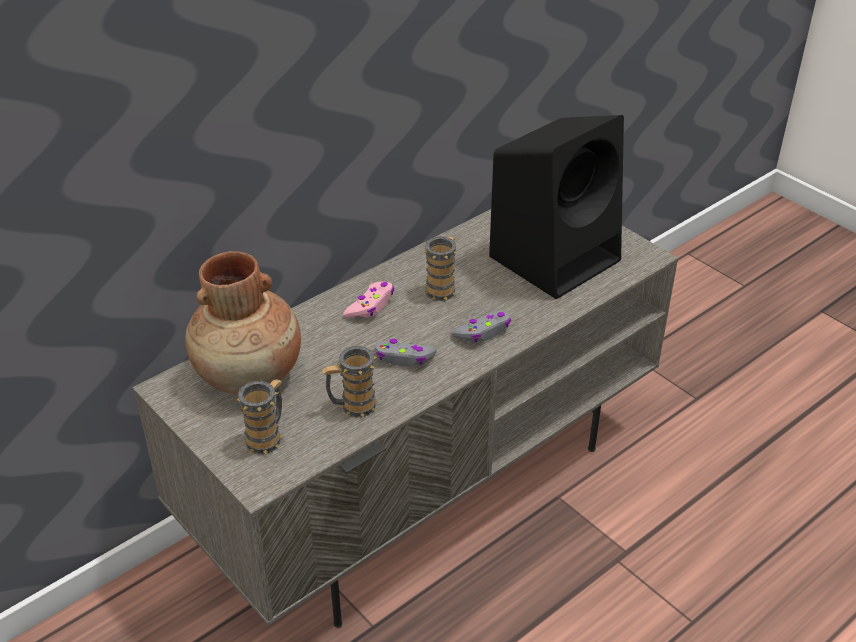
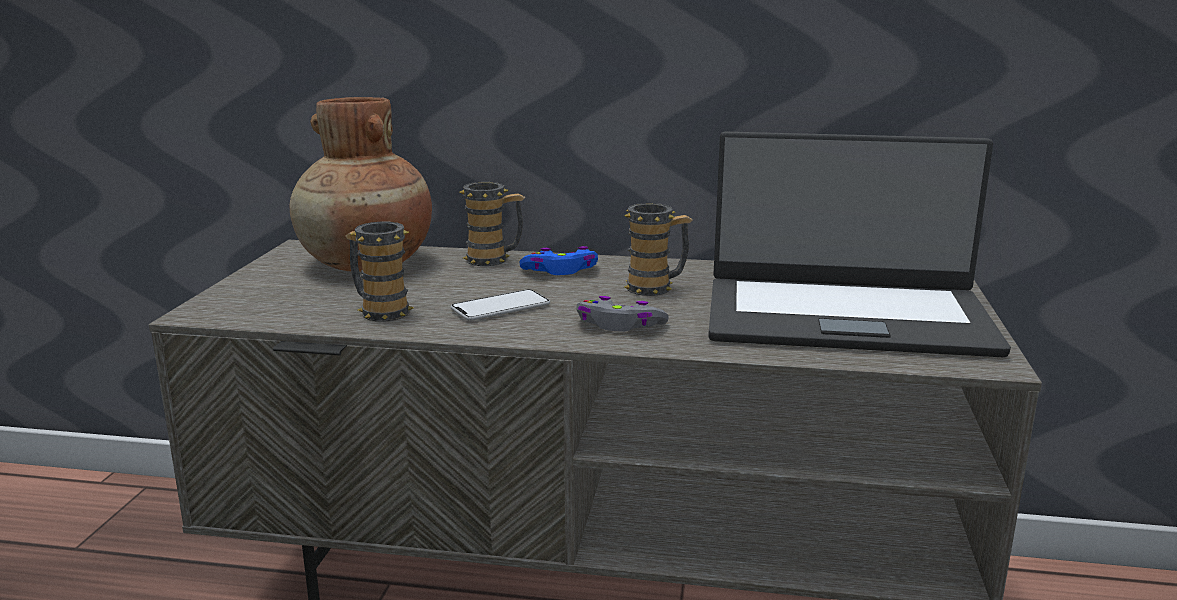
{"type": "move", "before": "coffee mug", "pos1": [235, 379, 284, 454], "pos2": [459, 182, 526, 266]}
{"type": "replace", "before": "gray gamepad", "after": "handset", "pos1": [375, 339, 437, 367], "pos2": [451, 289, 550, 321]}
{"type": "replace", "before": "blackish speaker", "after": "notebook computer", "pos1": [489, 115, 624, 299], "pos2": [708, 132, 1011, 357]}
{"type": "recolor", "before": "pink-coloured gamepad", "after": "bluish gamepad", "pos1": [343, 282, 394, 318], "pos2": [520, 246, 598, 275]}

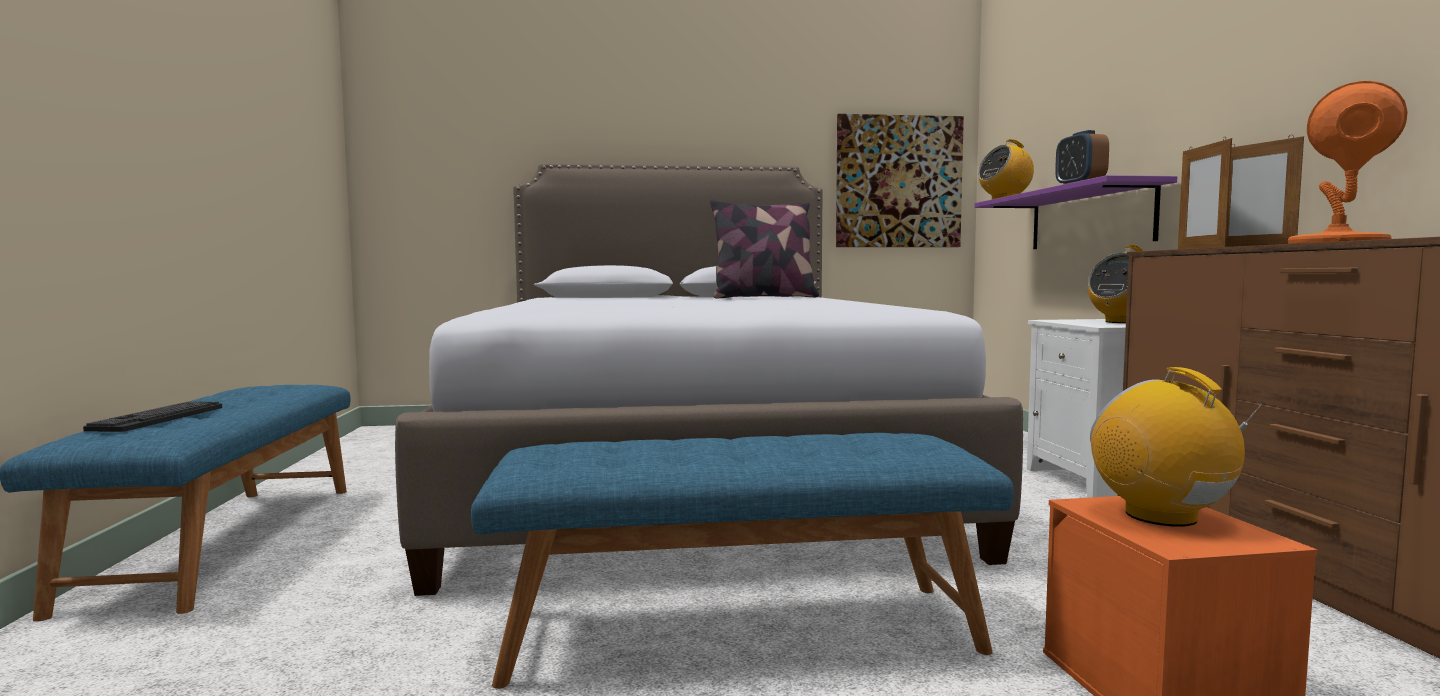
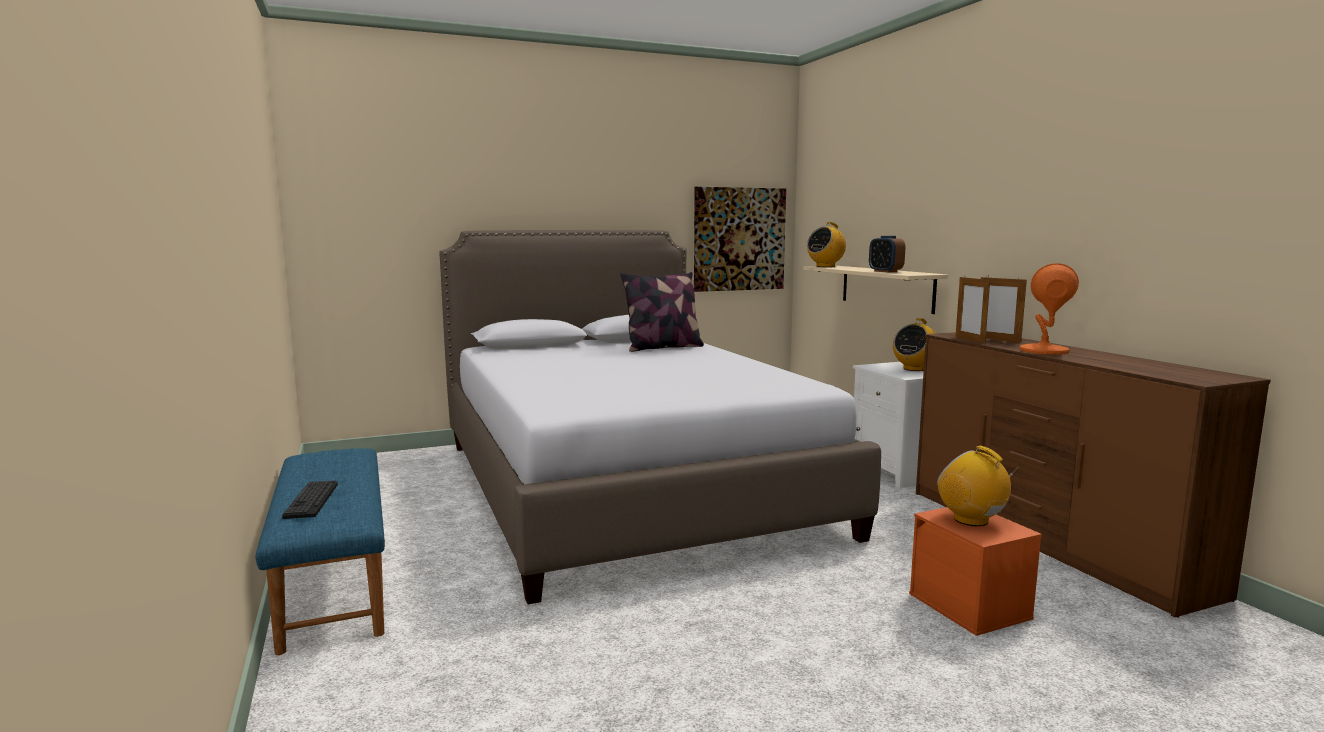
{"type": "delete", "before": "bluish bench", "pos1": [471, 433, 1014, 689]}
{"type": "recolor", "before": "purple bracket shelf", "after": "beige-coloured bracket shelf", "pos1": [975, 175, 1177, 249], "pos2": [803, 266, 948, 314]}

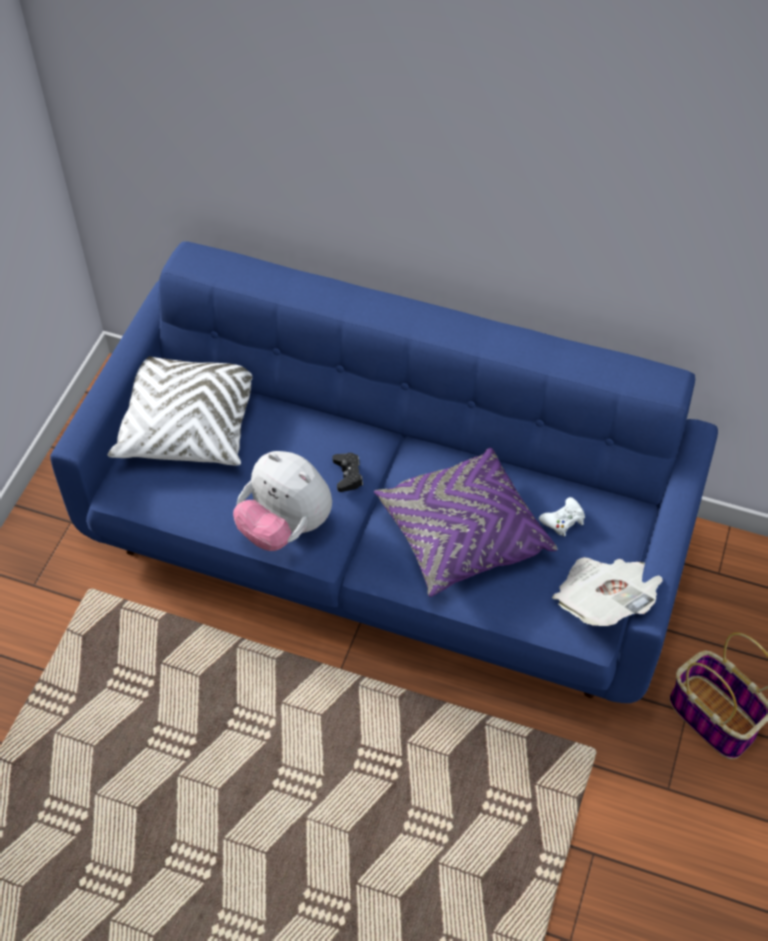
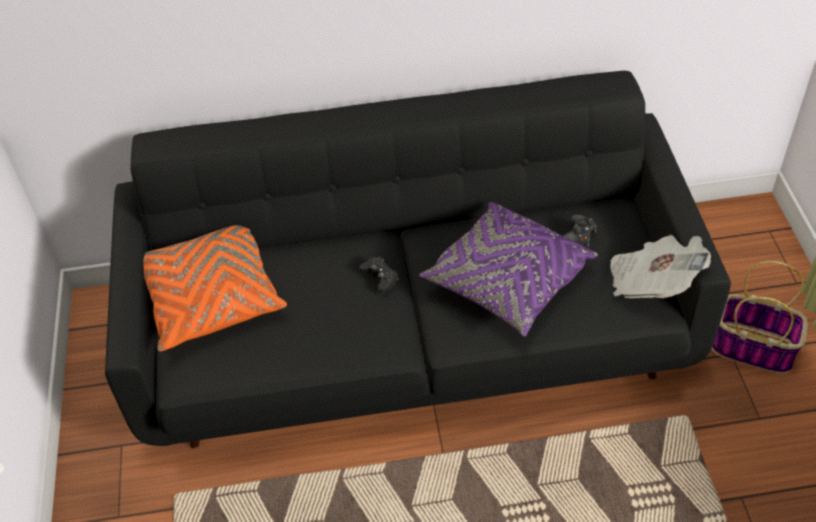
{"type": "delete", "before": "plush toy", "pos1": [233, 451, 332, 551]}
{"type": "recolor", "before": "bluish couch", "after": "blackish couch", "pos1": [50, 242, 718, 703], "pos2": [105, 71, 731, 448]}
{"type": "recolor", "before": "white pillow", "after": "orange pillow", "pos1": [108, 356, 252, 466], "pos2": [143, 225, 287, 352]}
{"type": "recolor", "before": "white gamepad", "after": "blackish gamepad", "pos1": [539, 497, 585, 537], "pos2": [563, 214, 597, 247]}

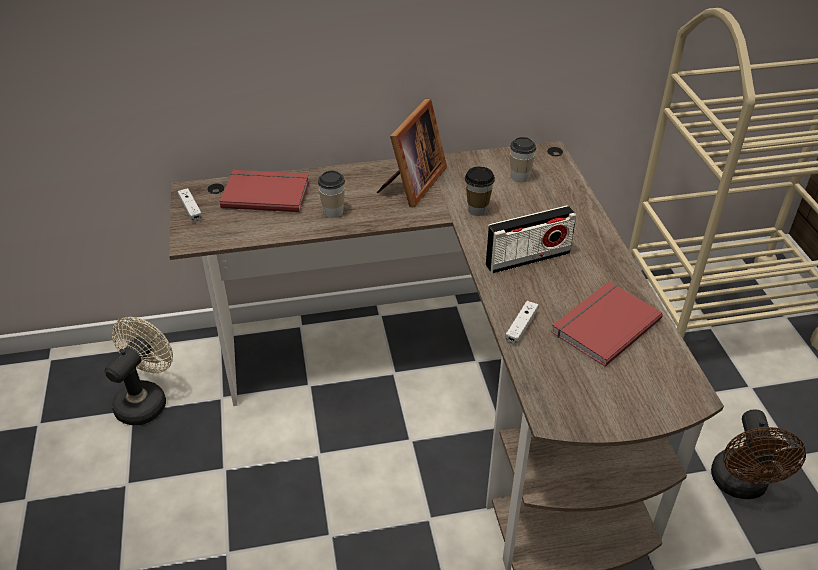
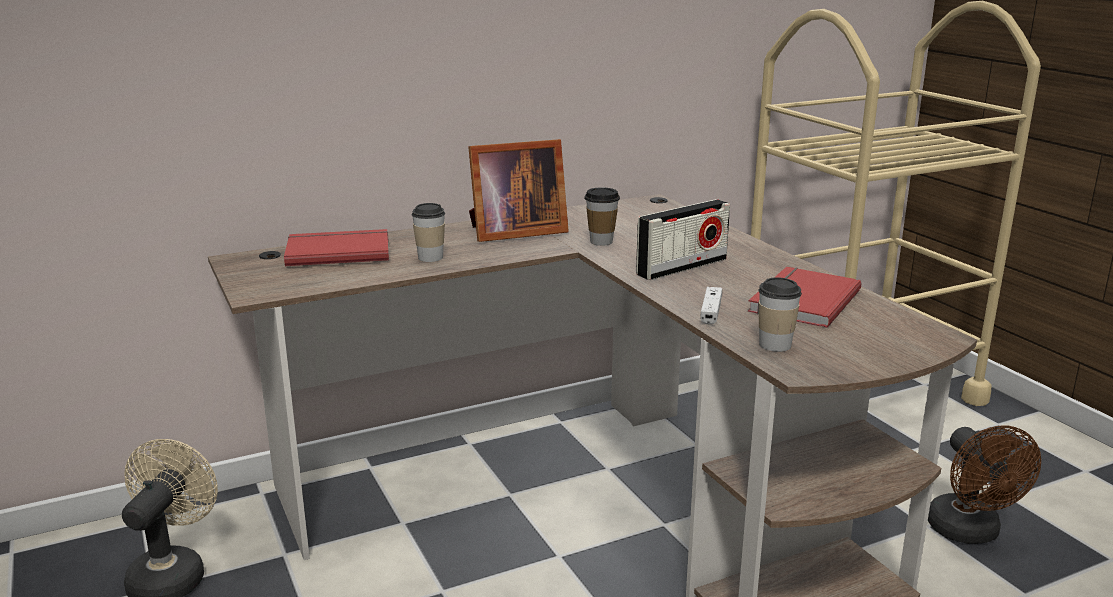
{"type": "delete", "before": "white gamepad", "pos1": [178, 188, 202, 222]}
{"type": "move", "before": "drinking cup", "pos1": [510, 137, 536, 182], "pos2": [759, 277, 802, 352]}
{"type": "rotate", "before": "photo frame", "pos1": [377, 99, 447, 207], "pos2": [468, 139, 569, 242], "turn": 60}

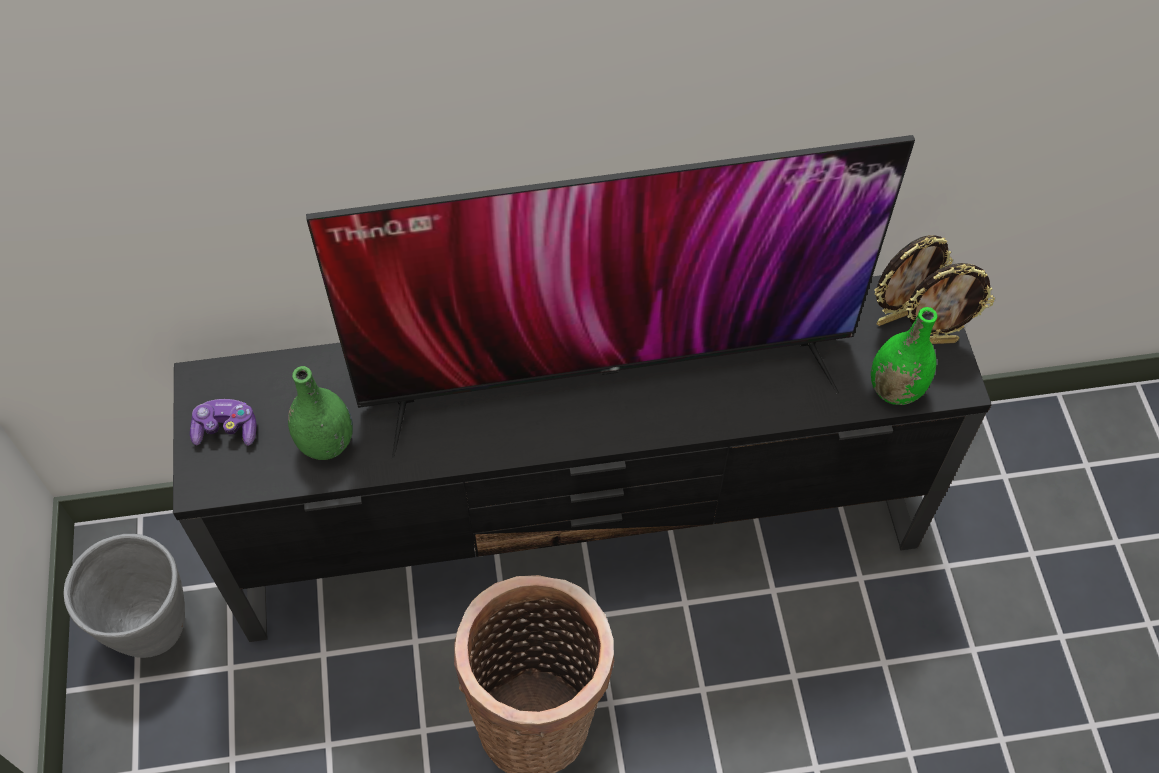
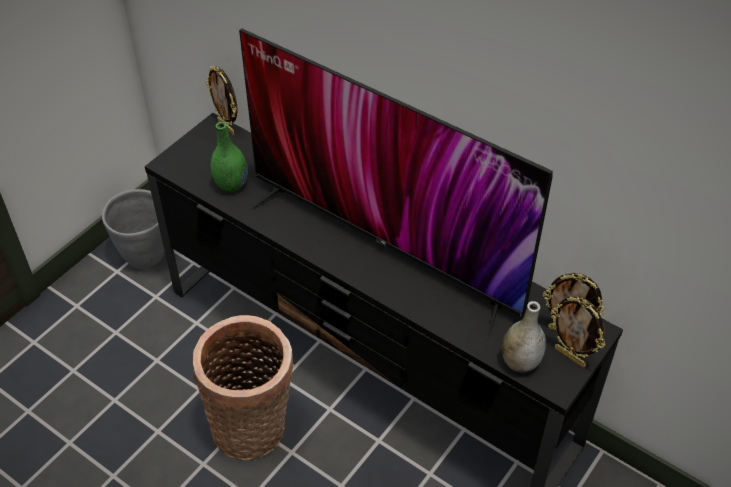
{"type": "delete", "before": "gamepad", "pos1": [190, 399, 257, 446]}
{"type": "insert", "after": "photo frame", "pos2": [206, 66, 238, 135]}
{"type": "recolor", "before": "green flower vase", "after": "gray flower vase", "pos1": [871, 307, 937, 405], "pos2": [502, 301, 546, 372]}

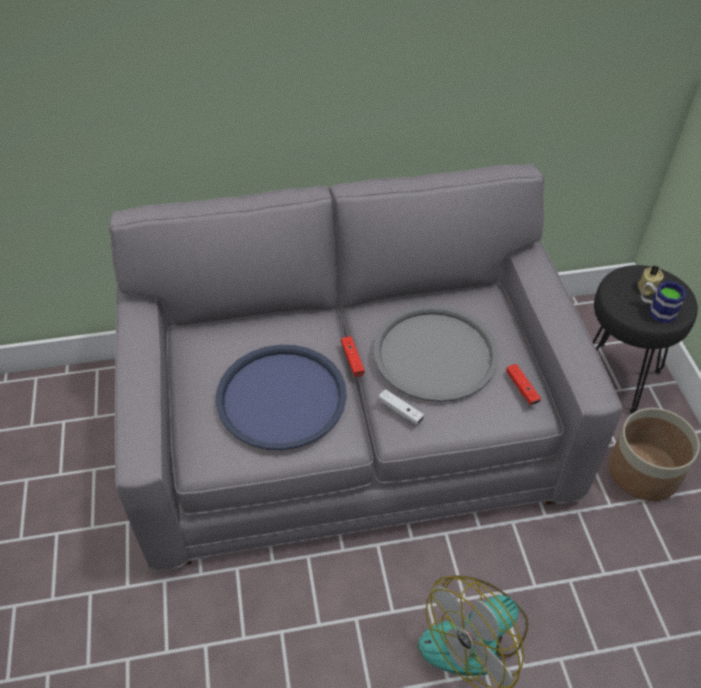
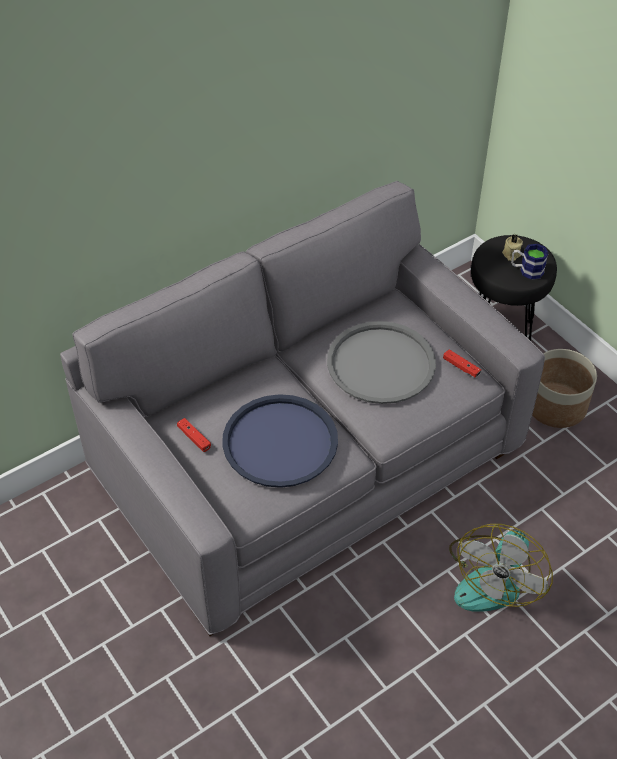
{"type": "delete", "before": "white gamepad", "pos1": [379, 389, 424, 425]}
{"type": "move", "before": "red gamepad", "pos1": [341, 336, 365, 377], "pos2": [177, 418, 211, 452]}

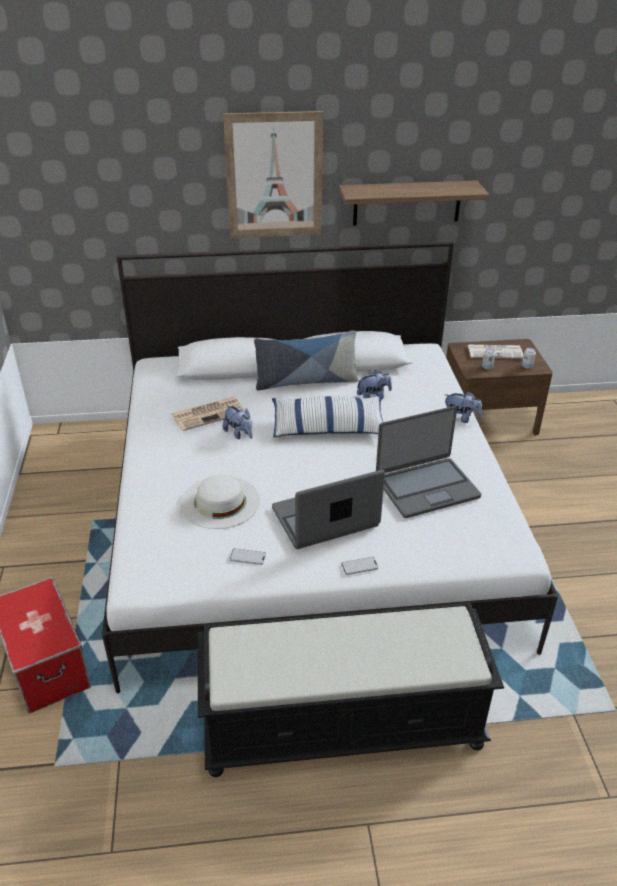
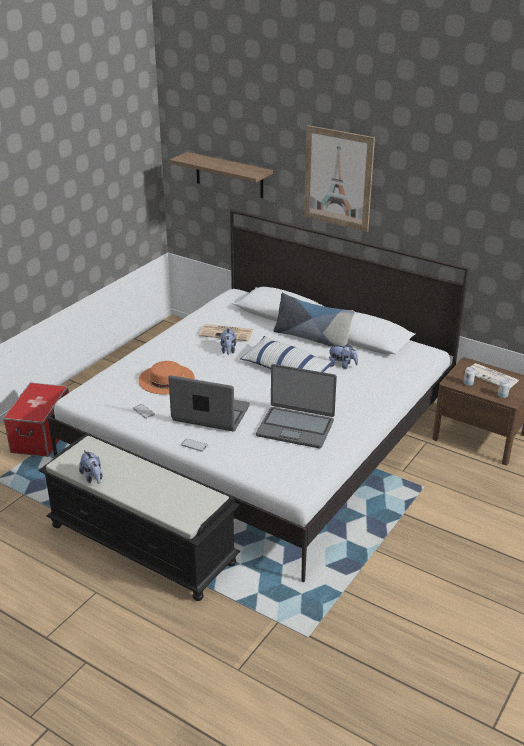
{"type": "move", "before": "bracket shelf", "pos1": [339, 180, 489, 226], "pos2": [169, 152, 273, 198]}
{"type": "move", "before": "plush toy", "pos1": [444, 391, 482, 423], "pos2": [79, 450, 103, 484]}
{"type": "recolor", "before": "white hat", "after": "orange hat", "pos1": [180, 475, 260, 529], "pos2": [138, 361, 195, 394]}

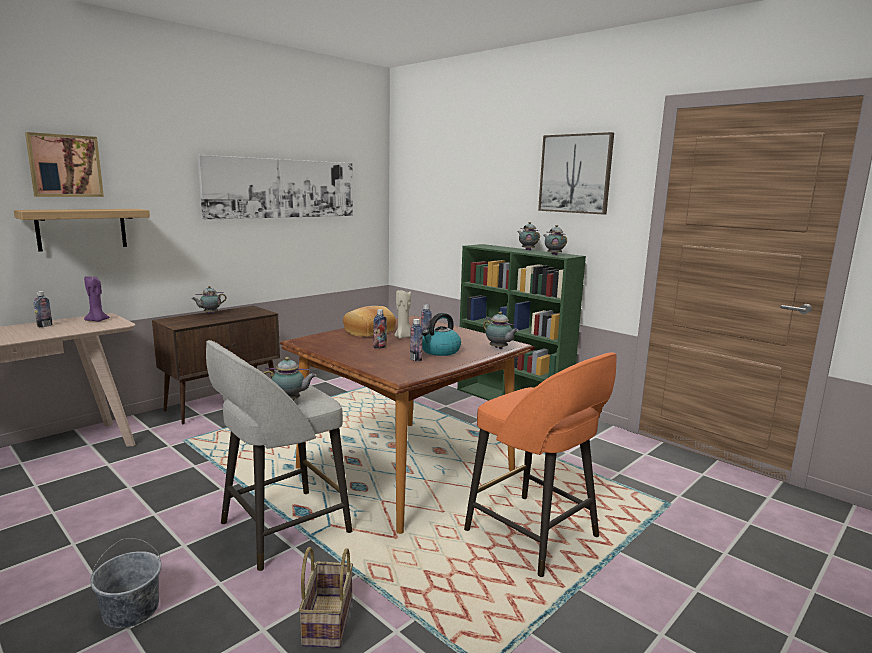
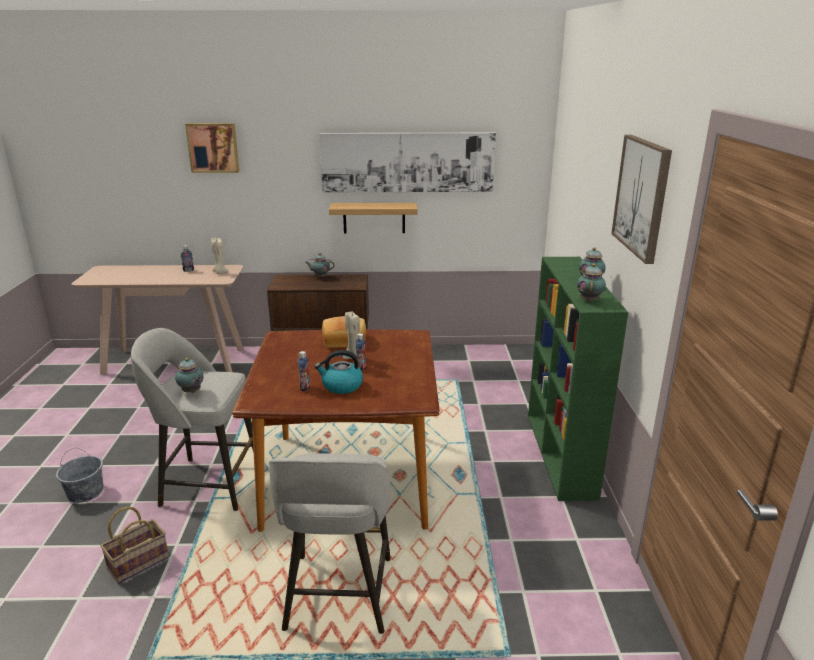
{"type": "delete", "before": "drink bottle", "pos1": [374, 309, 387, 349]}
{"type": "delete", "before": "pot for tea", "pos1": [483, 311, 519, 349]}
{"type": "move", "before": "bracket shelf", "pos1": [14, 209, 150, 252], "pos2": [329, 203, 417, 234]}
{"type": "recolor", "before": "purple wax light", "after": "beige-coloured wax light", "pos1": [84, 276, 110, 322], "pos2": [211, 238, 229, 274]}
{"type": "recolor", "before": "orange sitting stool", "after": "gray sitting stool", "pos1": [464, 352, 617, 577], "pos2": [269, 453, 391, 634]}

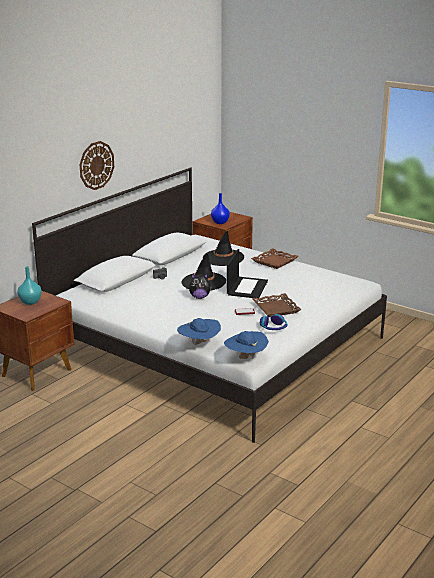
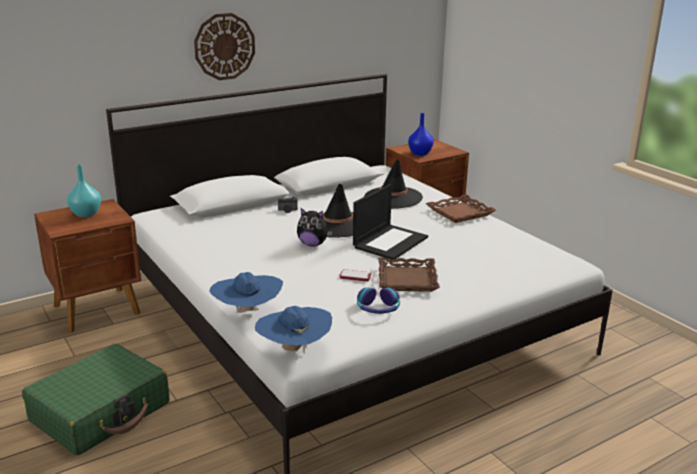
{"type": "insert", "after": "green travel case", "pos2": [22, 344, 169, 456]}

